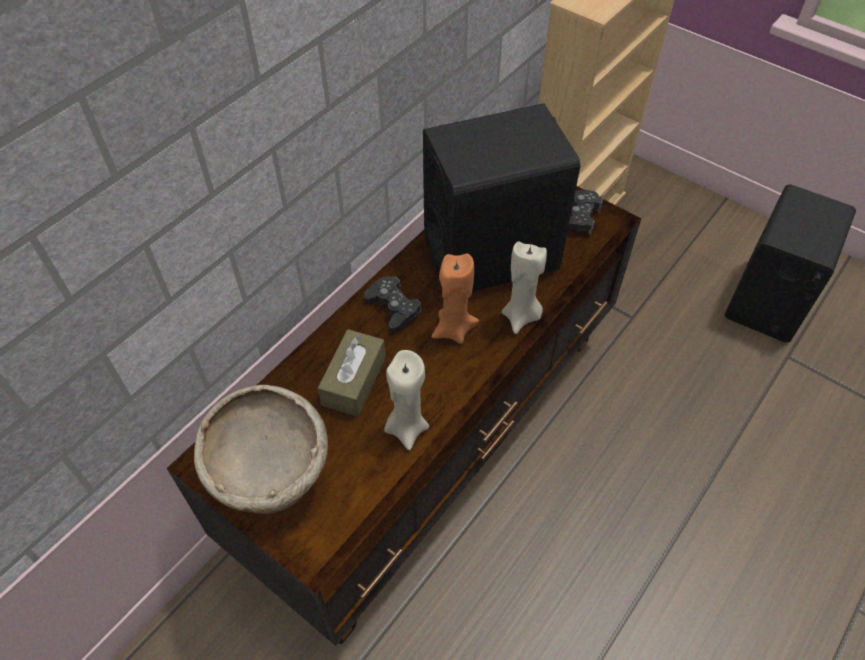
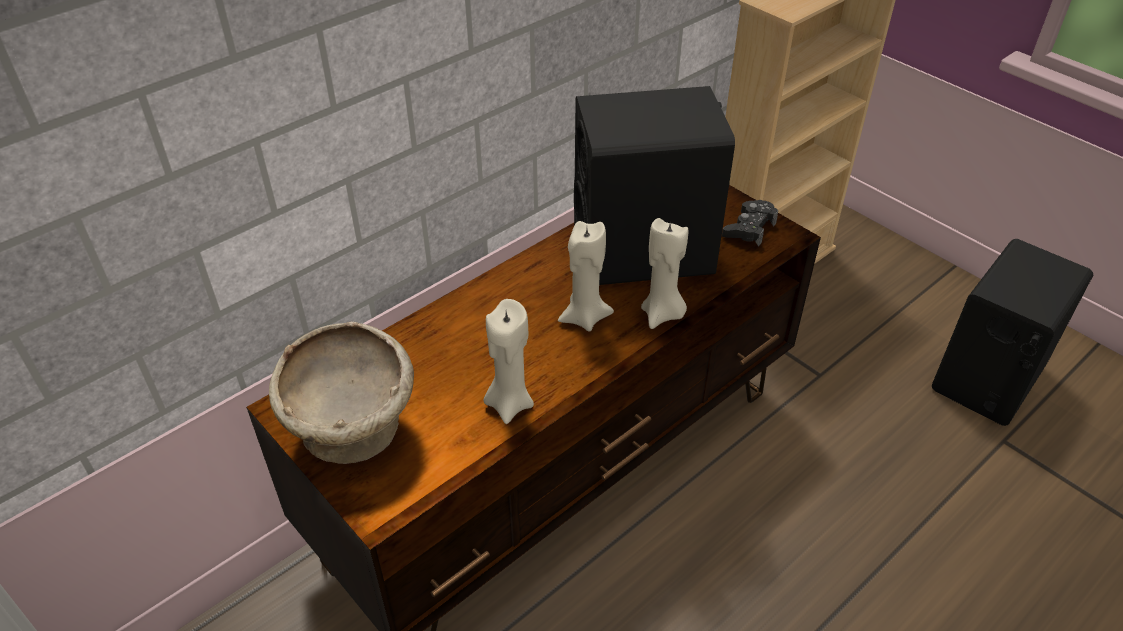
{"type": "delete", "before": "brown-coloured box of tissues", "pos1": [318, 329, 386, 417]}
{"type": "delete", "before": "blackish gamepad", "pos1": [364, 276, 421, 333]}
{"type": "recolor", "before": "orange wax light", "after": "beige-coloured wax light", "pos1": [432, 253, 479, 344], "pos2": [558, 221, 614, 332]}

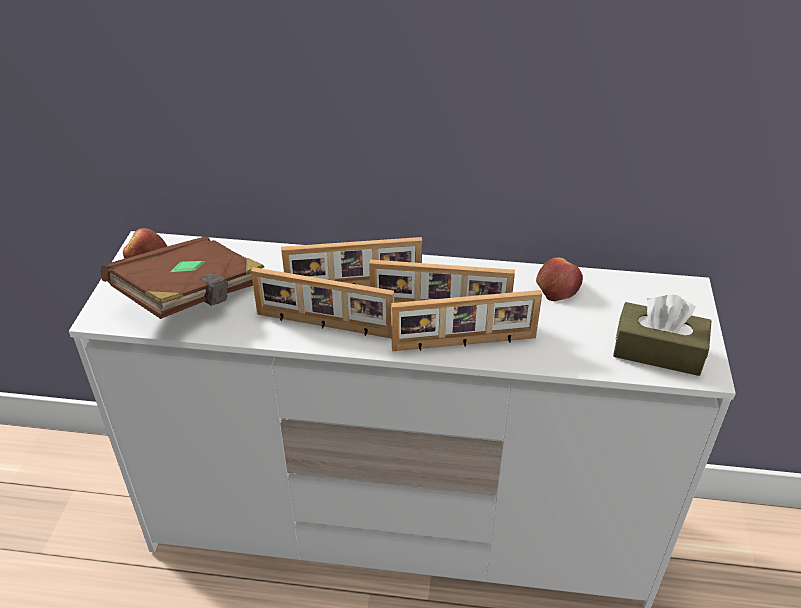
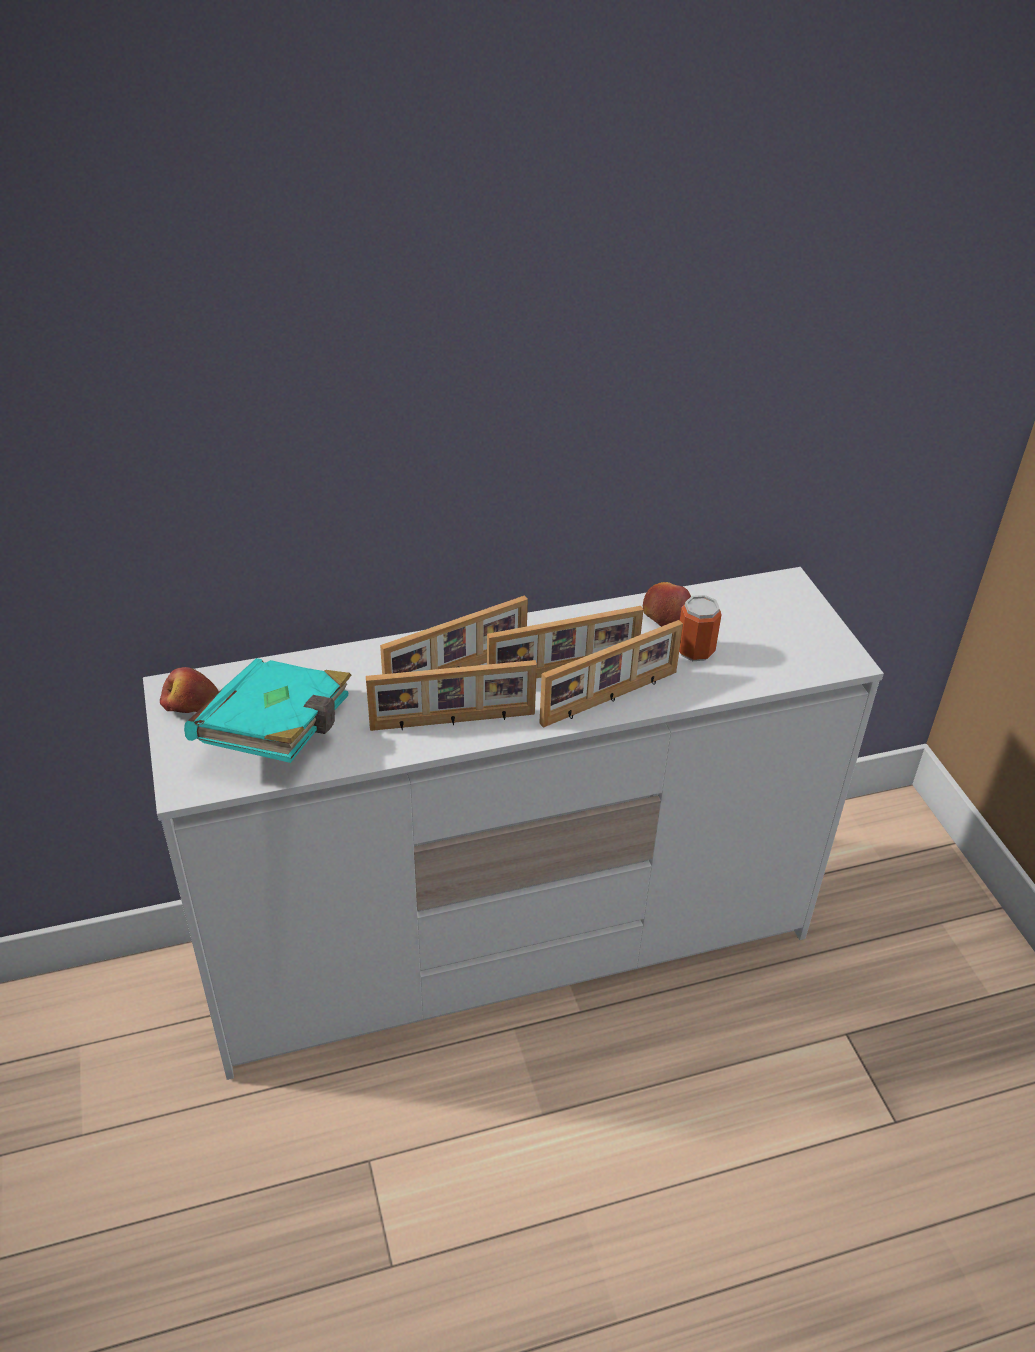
{"type": "delete", "before": "brown-coloured box of tissues", "pos1": [613, 294, 712, 376]}
{"type": "insert", "after": "can", "pos2": [679, 595, 722, 661]}
{"type": "recolor", "before": "brown-coloured book", "after": "turquoise-coloured book", "pos1": [101, 236, 264, 319], "pos2": [184, 658, 352, 763]}

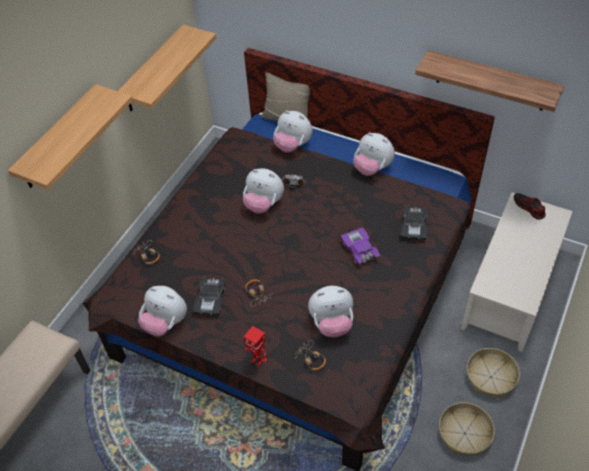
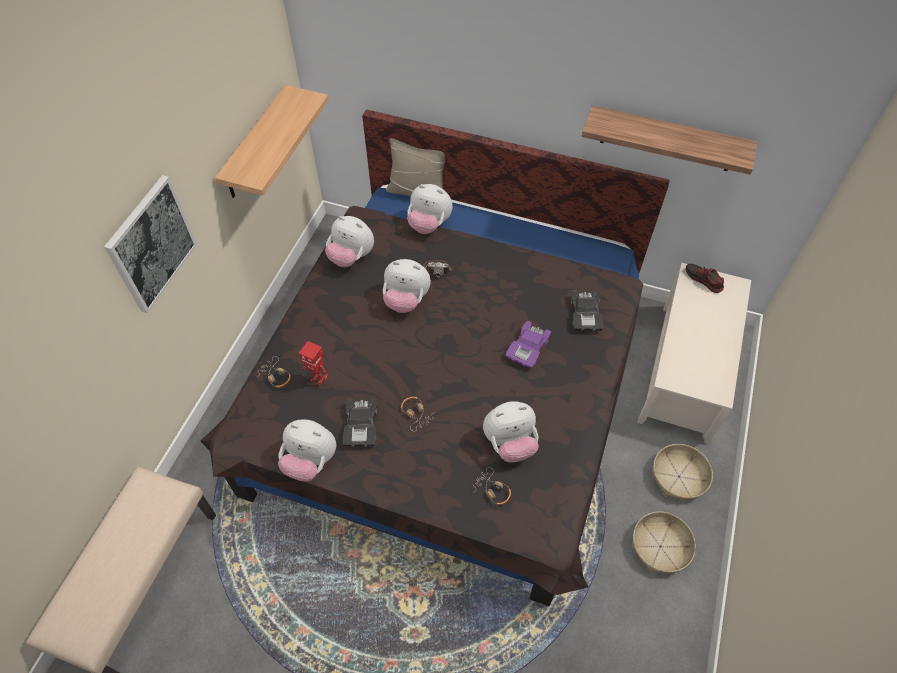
{"type": "move", "before": "robot figure", "pos1": [244, 326, 268, 367], "pos2": [299, 341, 328, 385]}
{"type": "move", "before": "plush toy", "pos1": [353, 132, 395, 176], "pos2": [325, 216, 374, 267]}
{"type": "replace", "before": "bracket shelf", "after": "wall picture", "pos1": [8, 84, 133, 190], "pos2": [104, 175, 197, 313]}
{"type": "rotate", "before": "purple miniature car", "pos1": [341, 228, 380, 264], "pos2": [506, 321, 552, 369], "turn": -120}

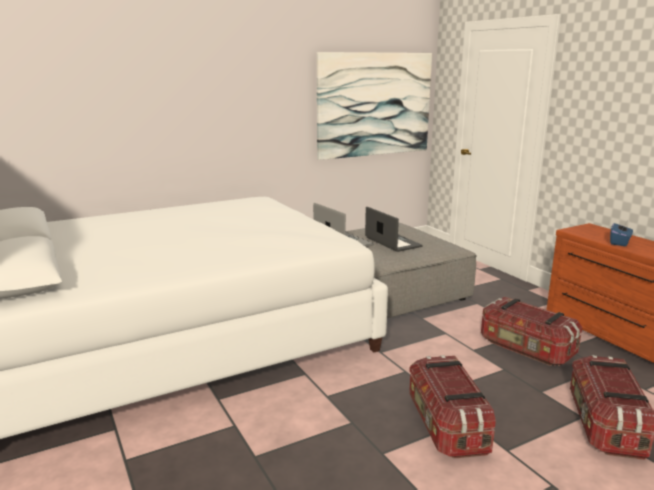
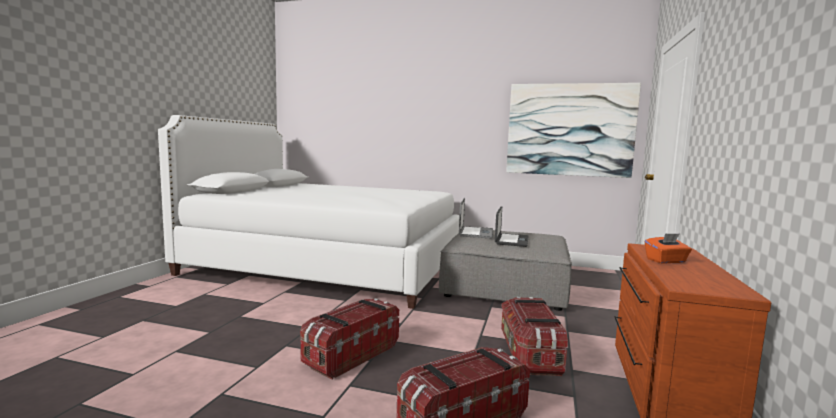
{"type": "recolor", "before": "bluish box of tissues", "after": "orange box of tissues", "pos1": [610, 223, 633, 246], "pos2": [645, 233, 692, 264]}

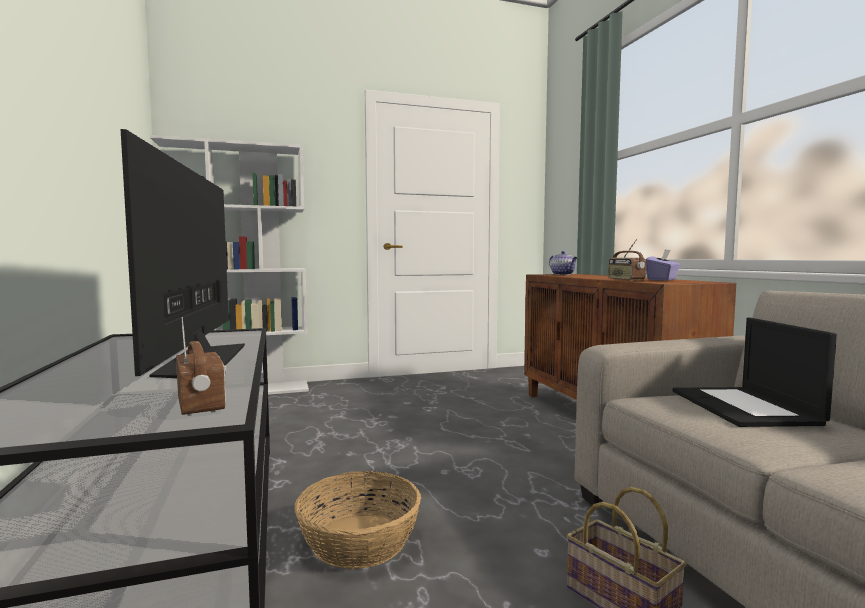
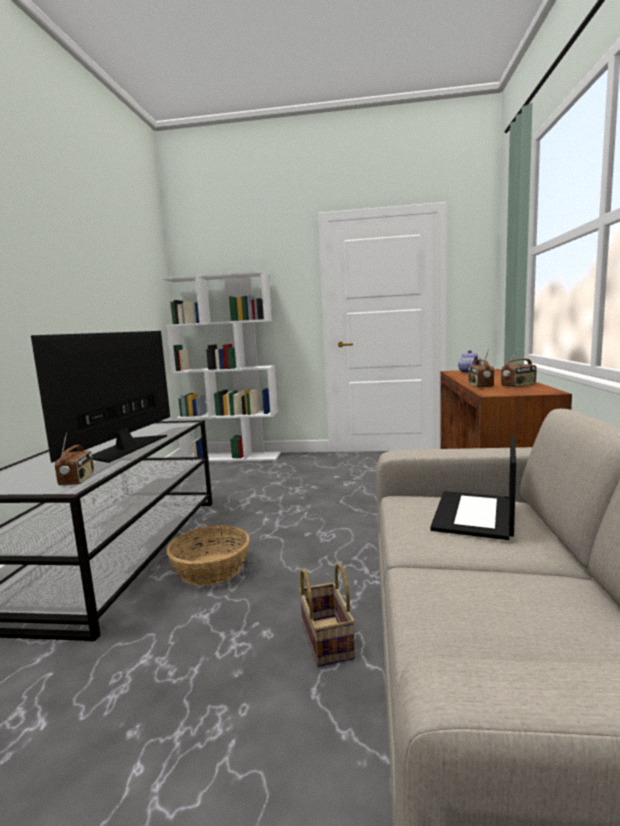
{"type": "replace", "before": "purple box of tissues", "after": "radio", "pos1": [646, 249, 680, 281], "pos2": [501, 348, 537, 388]}

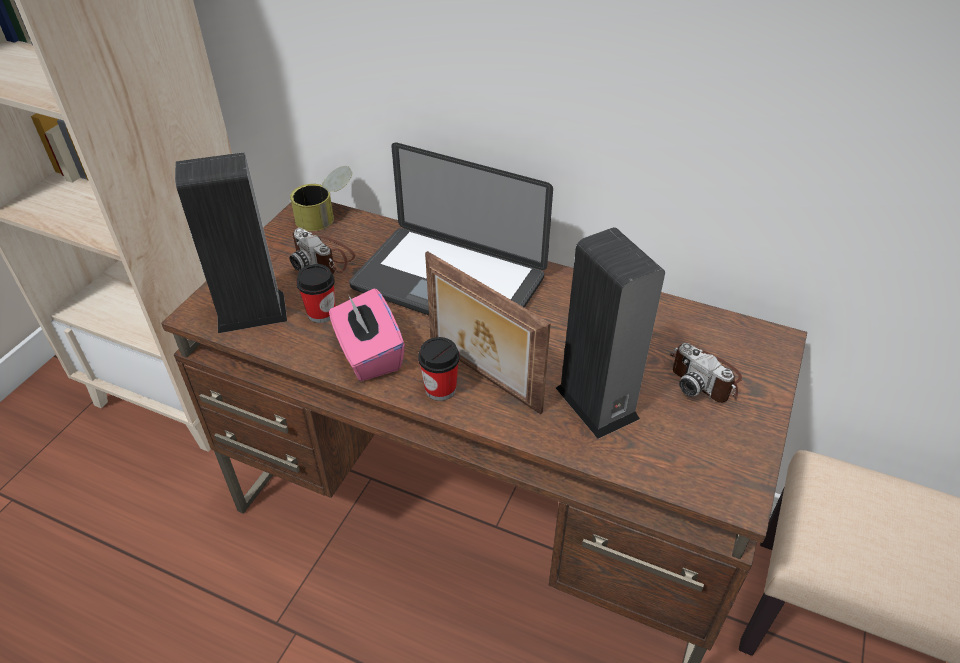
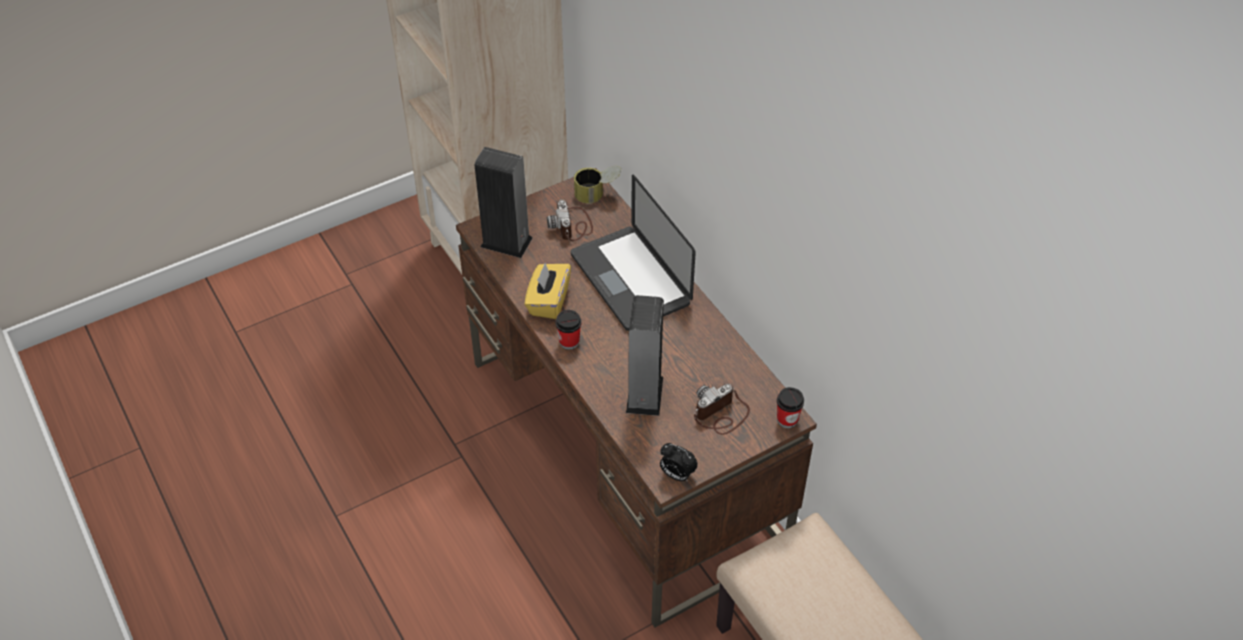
{"type": "delete", "before": "photo frame", "pos1": [425, 251, 551, 414]}
{"type": "insert", "after": "alarm clock", "pos2": [660, 443, 698, 481]}
{"type": "move", "before": "drinking cup", "pos1": [296, 264, 335, 323], "pos2": [777, 387, 804, 428]}
{"type": "recolor", "before": "pink-coloured box of tissues", "after": "yellow box of tissues", "pos1": [329, 289, 405, 381], "pos2": [525, 263, 571, 319]}
{"type": "rotate", "before": "still camera", "pos1": [670, 343, 742, 403], "pos2": [694, 384, 750, 435], "turn": 60}

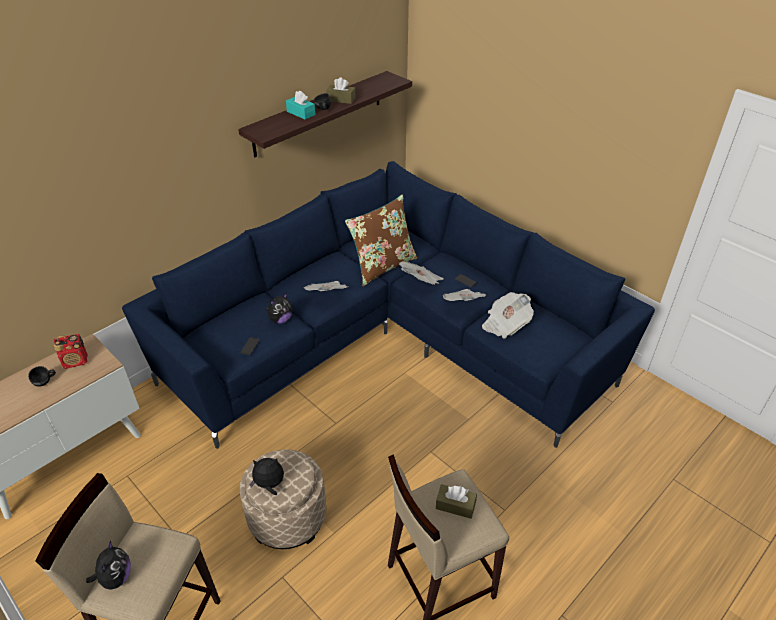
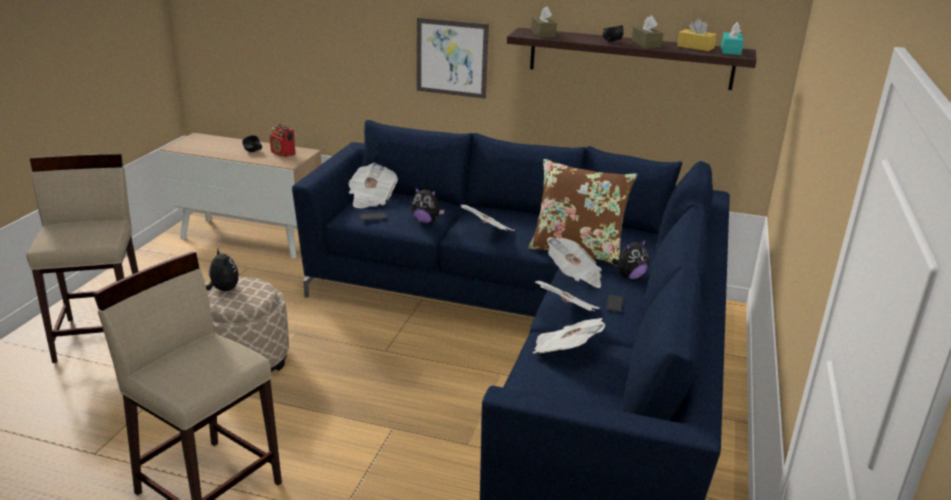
{"type": "insert", "after": "daily paper", "pos2": [348, 163, 398, 208]}
{"type": "insert", "after": "wall picture", "pos2": [417, 18, 489, 98]}
{"type": "insert", "after": "yellow box of tissues", "pos2": [677, 19, 717, 51]}
{"type": "move", "before": "plush toy", "pos1": [86, 540, 131, 590], "pos2": [612, 238, 649, 279]}
{"type": "move", "before": "turquoise-coloured box of tissues", "pos1": [286, 91, 315, 119], "pos2": [721, 22, 744, 55]}
{"type": "move", "before": "brown-coloured box of tissues", "pos1": [436, 484, 477, 519], "pos2": [531, 6, 557, 38]}

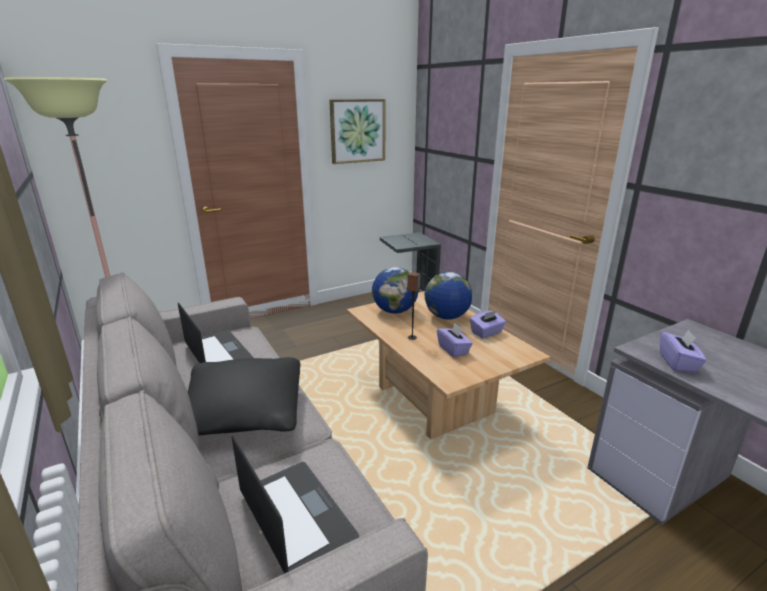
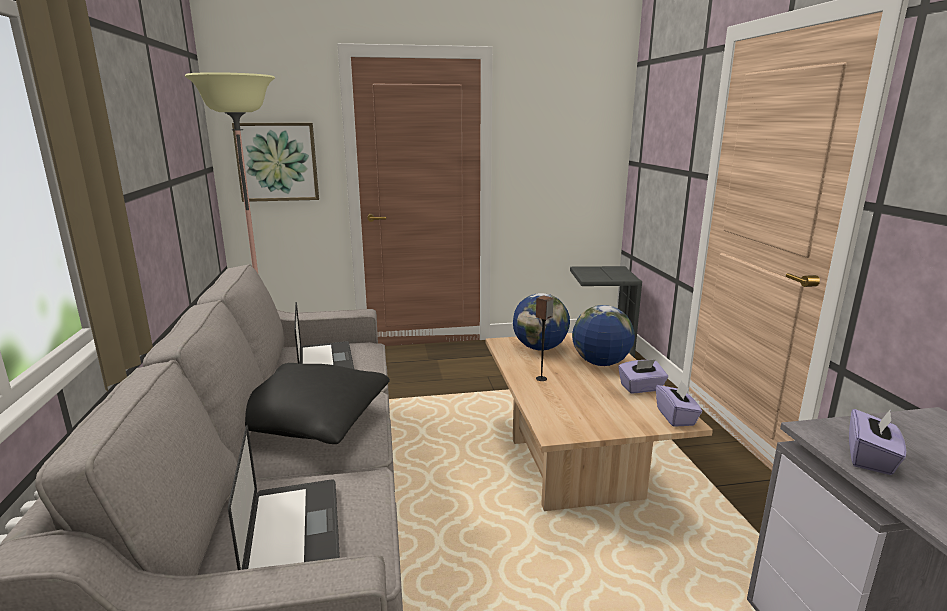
{"type": "move", "before": "wall picture", "pos1": [329, 99, 385, 164], "pos2": [232, 123, 319, 202]}
{"type": "move", "before": "purple box of tissues", "pos1": [437, 323, 473, 358], "pos2": [656, 380, 702, 427]}

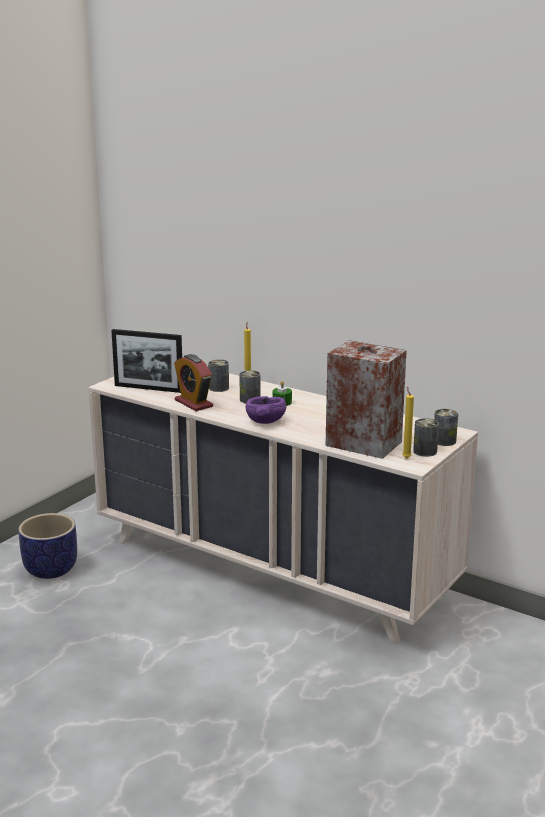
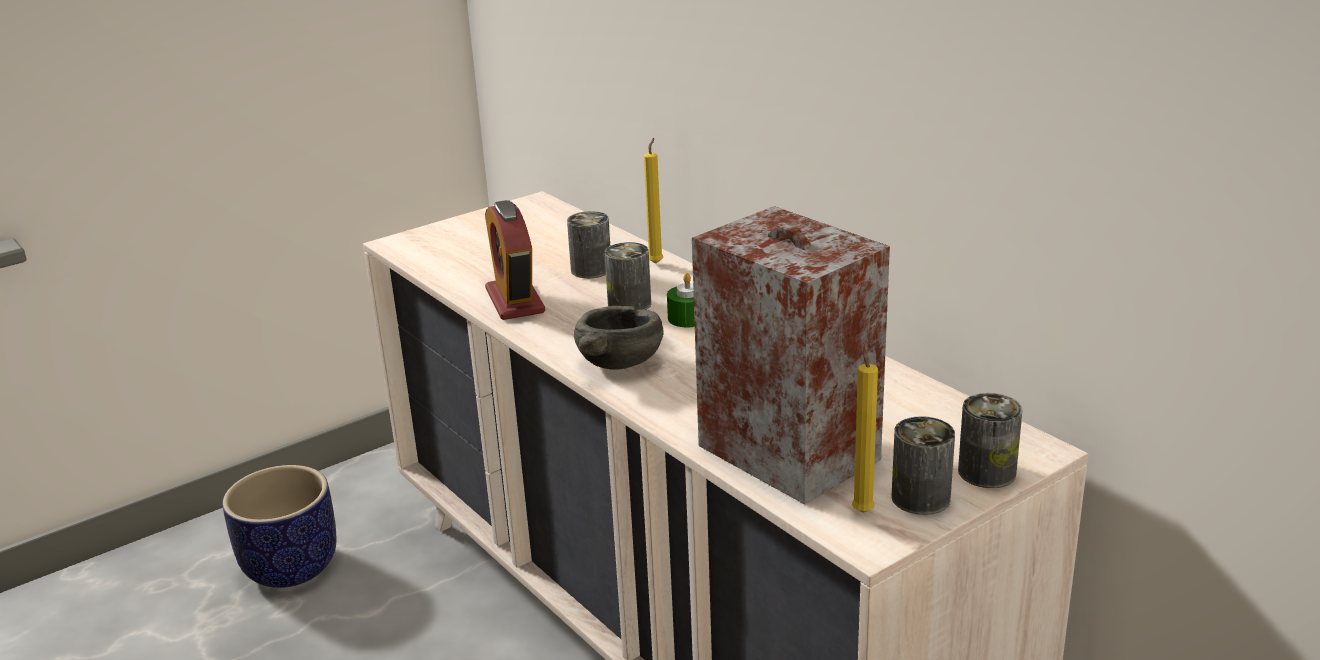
{"type": "delete", "before": "photo frame", "pos1": [111, 329, 182, 393]}
{"type": "recolor", "before": "purple serving bowl", "after": "gray serving bowl", "pos1": [246, 396, 287, 424], "pos2": [574, 306, 664, 370]}

